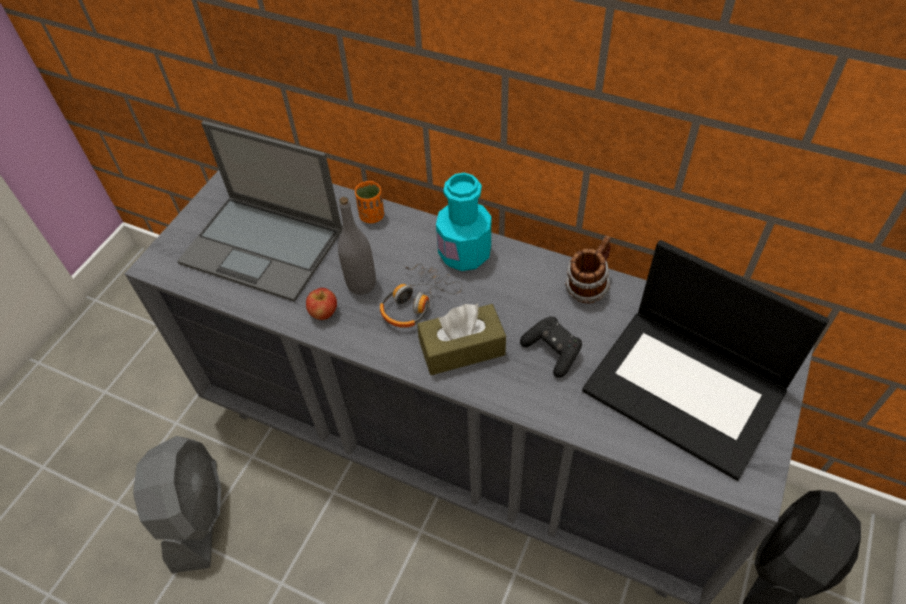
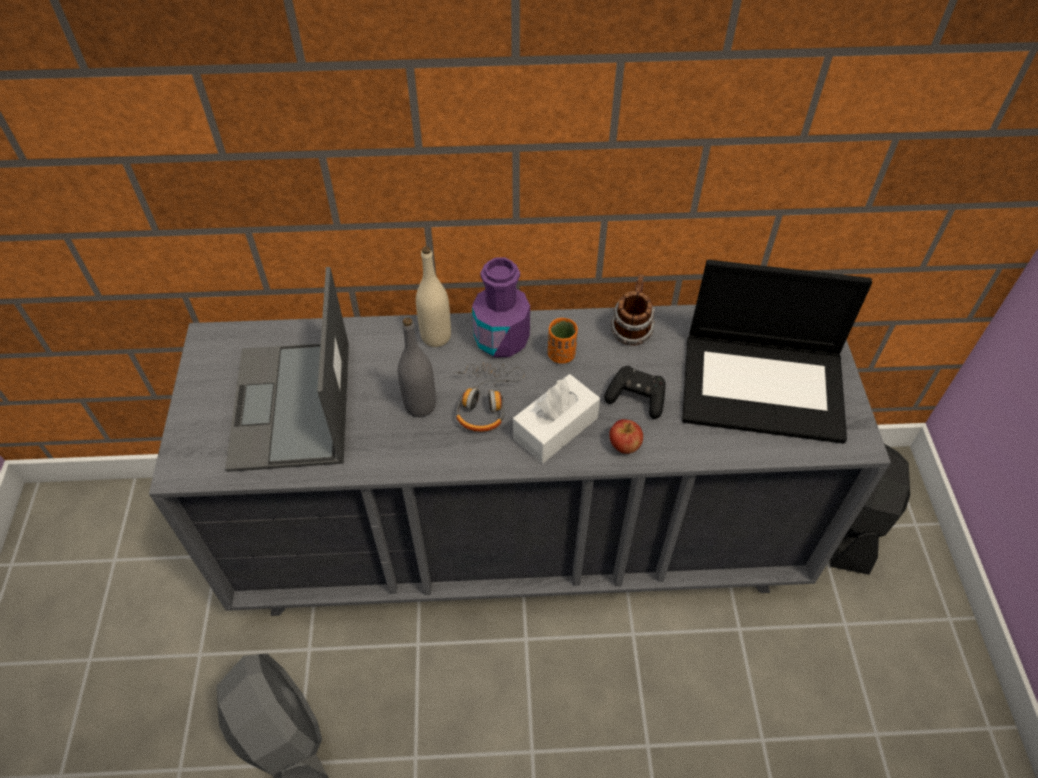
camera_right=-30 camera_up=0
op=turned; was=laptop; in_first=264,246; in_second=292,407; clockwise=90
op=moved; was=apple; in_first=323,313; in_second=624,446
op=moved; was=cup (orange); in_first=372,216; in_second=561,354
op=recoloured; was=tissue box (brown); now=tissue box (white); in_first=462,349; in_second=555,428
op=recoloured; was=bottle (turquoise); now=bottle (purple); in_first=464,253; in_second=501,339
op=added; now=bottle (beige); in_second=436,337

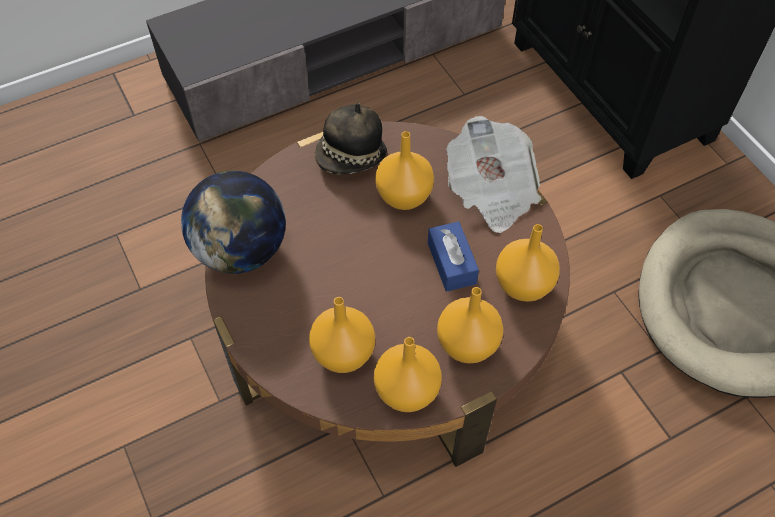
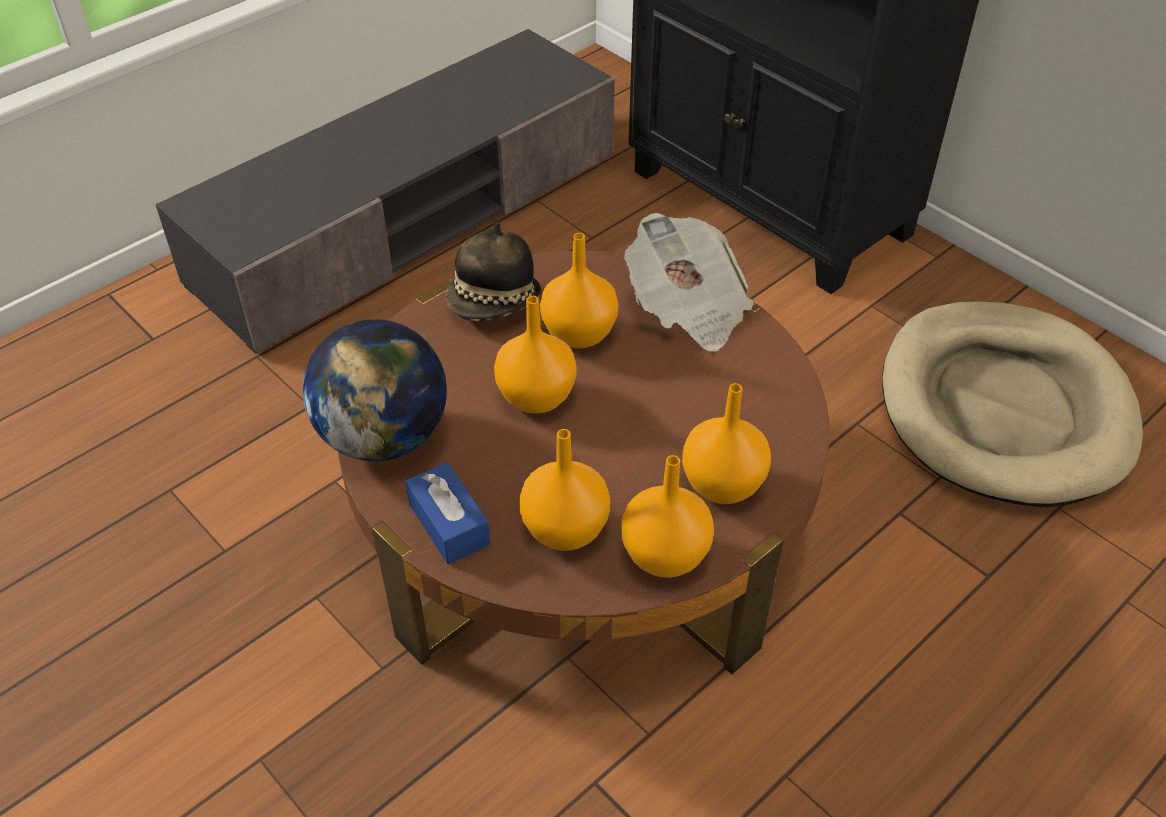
camera_right=-15 camera_up=-10
op=moved; was=tissue box (blue); in_first=451,263; in_second=449,524
op=moved; was=vase (orange); in_first=522,285; in_second=535,398

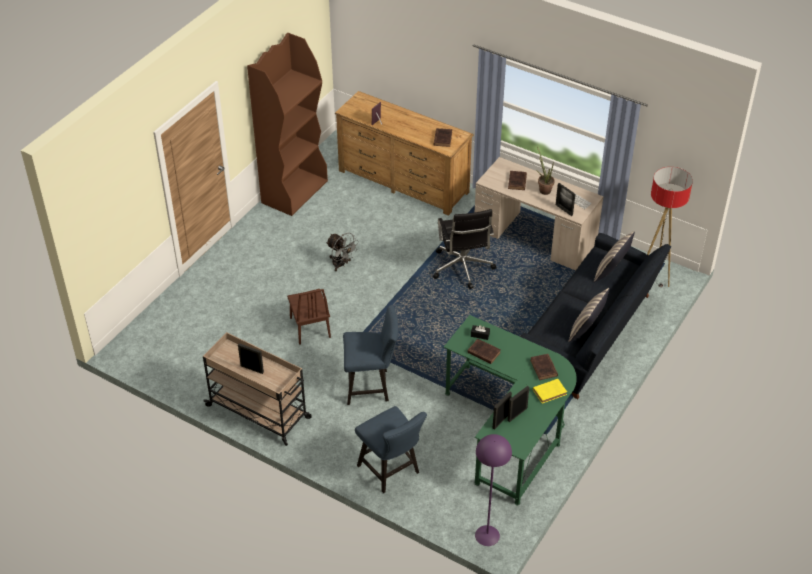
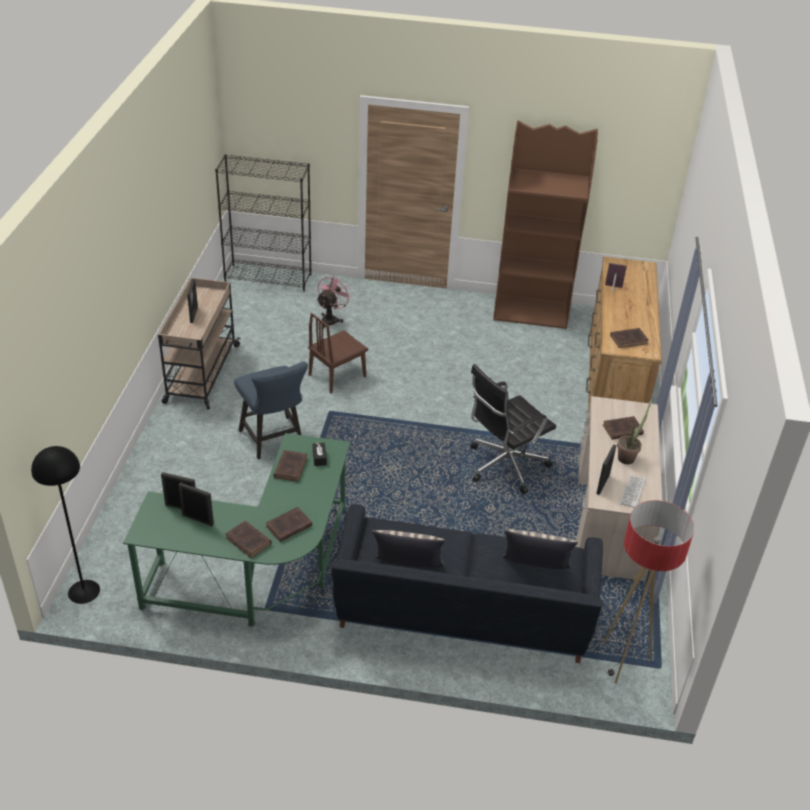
camera_right=65 camera_up=-5
op=removed; was=fan (grey); in_first=341,264
op=removed; was=chair (blue); in_first=391,471
op=recoloured; was=floor lamp (purple); now=floor lamp (black); in_first=487,535; in_second=83,591
op=recoloured; was=book (yellow); now=book (brown); in_first=550,392; in_second=249,541
op=added; now=bookcase (black); in_second=268,278
op=added; now=fan (pink); in_second=331,319

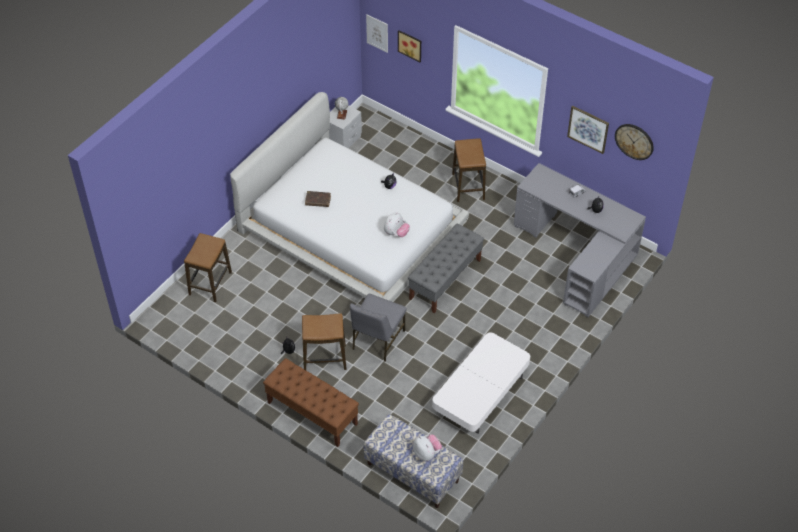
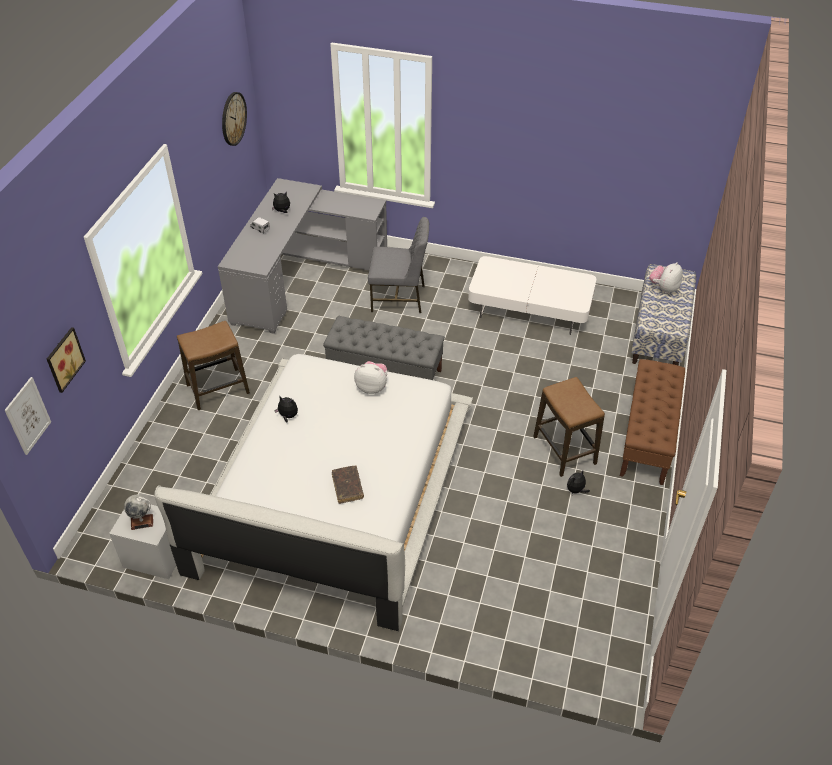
camera_right=-110 camera_up=-5
op=removed; was=stool; in_first=210,283
op=moved; was=chair (grey); in_first=377,340; in_second=399,298
op=removed; was=picture; in_first=588,129

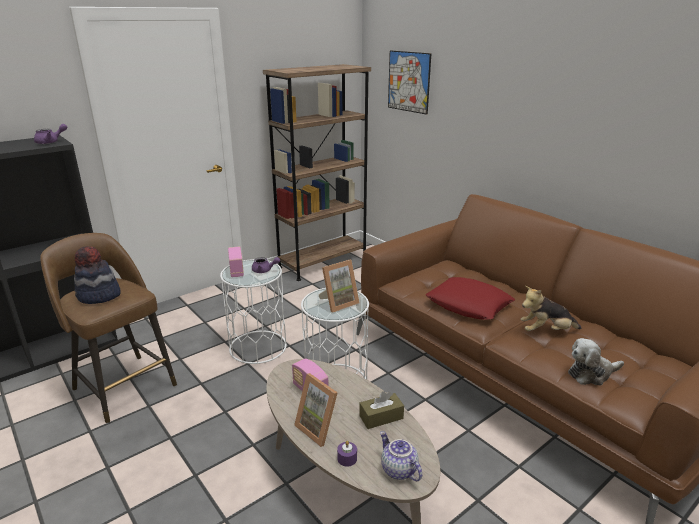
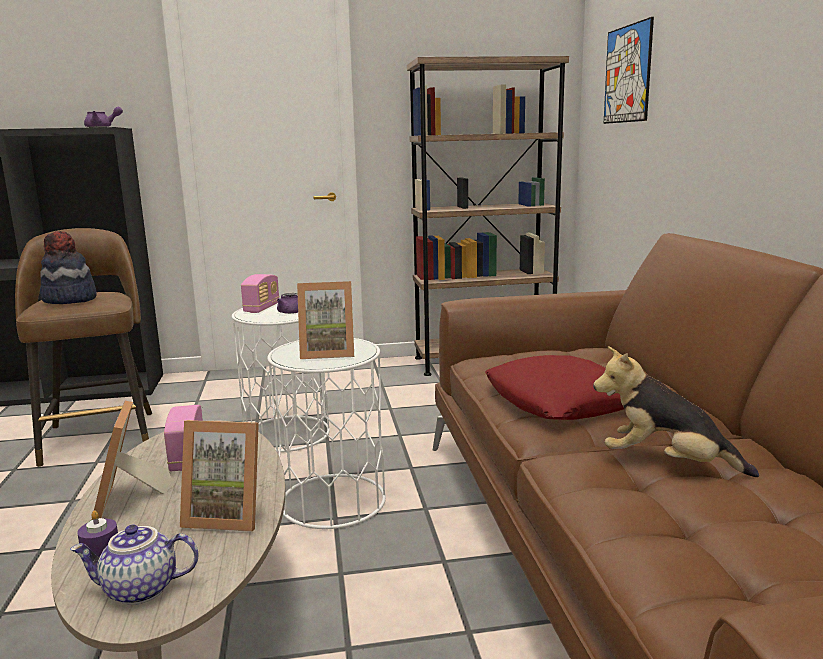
camera_right=30 camera_up=-10
op=replaced; was=tissue box (brown); now=picture frame; in_first=381,417; in_second=227,515
op=turned; was=teapot; in_first=398,470; in_second=139,590; clockwise=-90
op=removed; was=plush toy; in_first=591,374

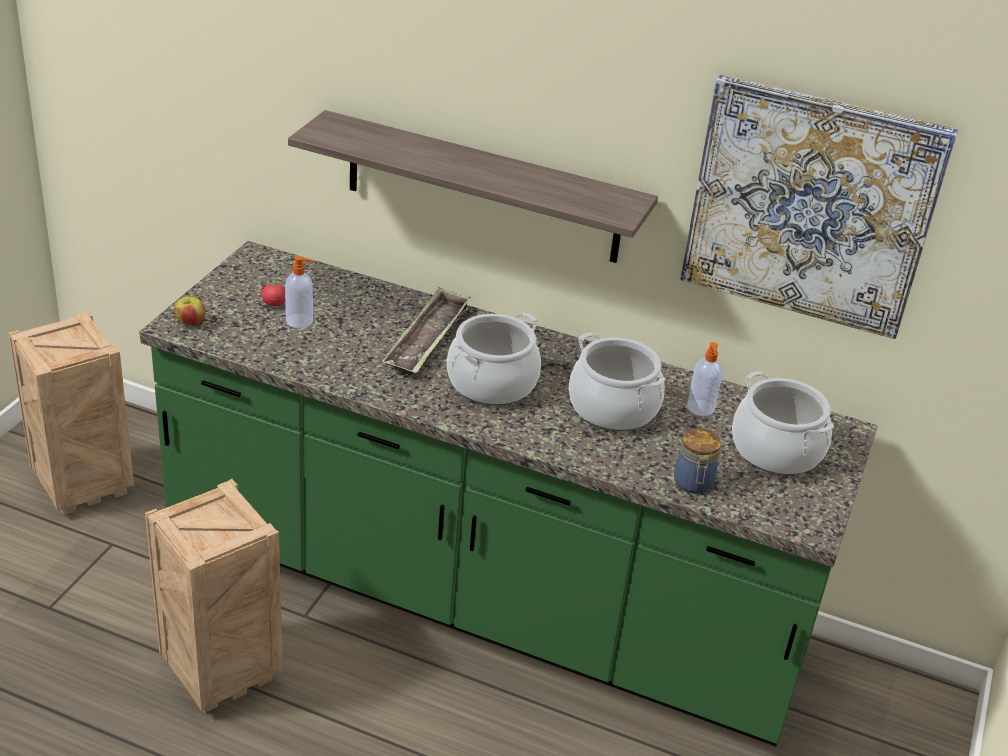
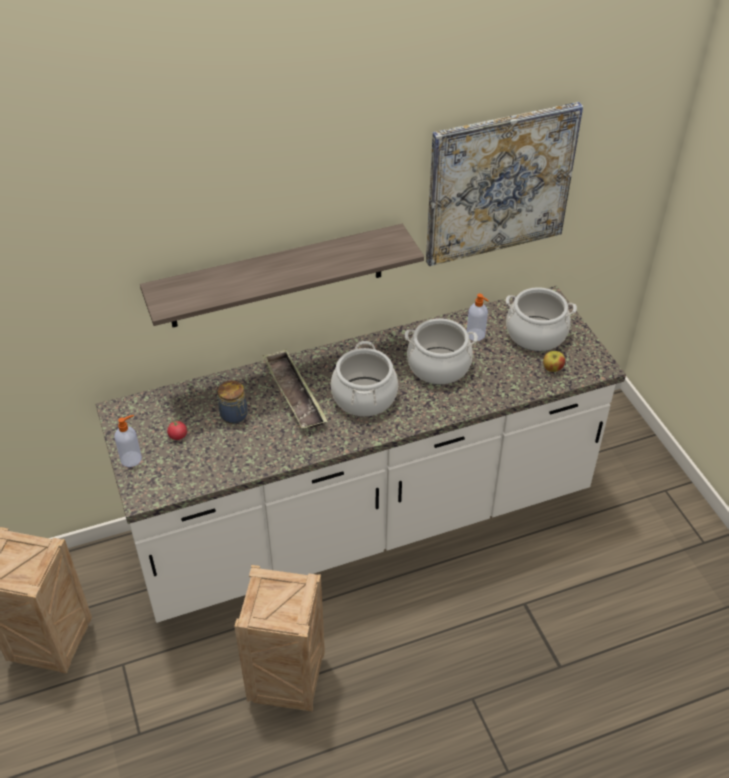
camera_right=-40 camera_up=10
op=recoloured; was=counter (green); now=counter (white); in_first=483,597; in_second=364,522
op=moved; was=apple; in_first=190,323; in_second=552,368
op=moved; was=soap dispenser; in_first=300,321; in_second=132,458
op=moved; was=jar; in_first=693,484; in_second=235,416

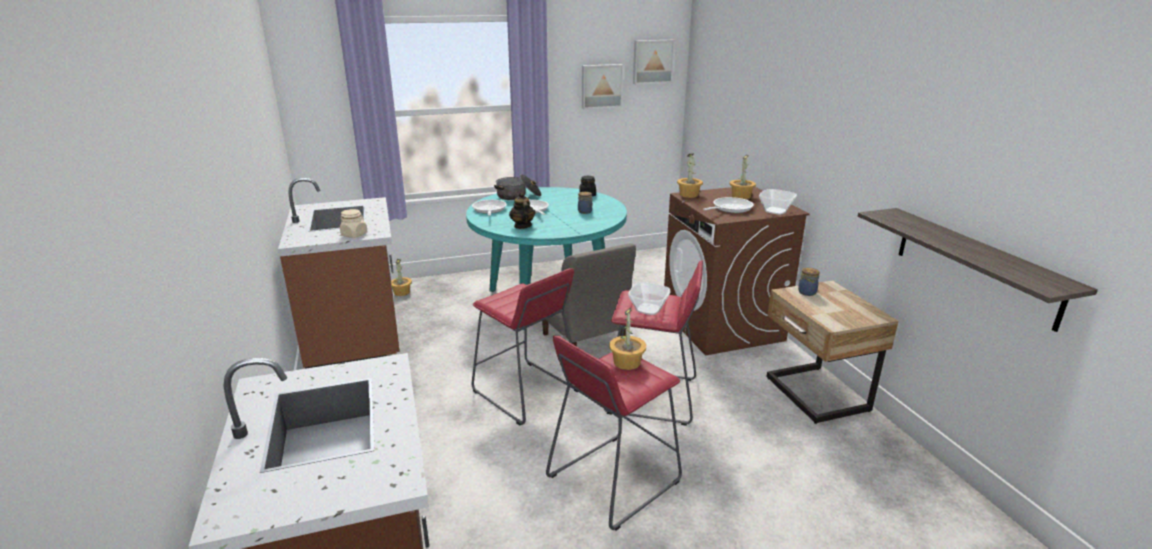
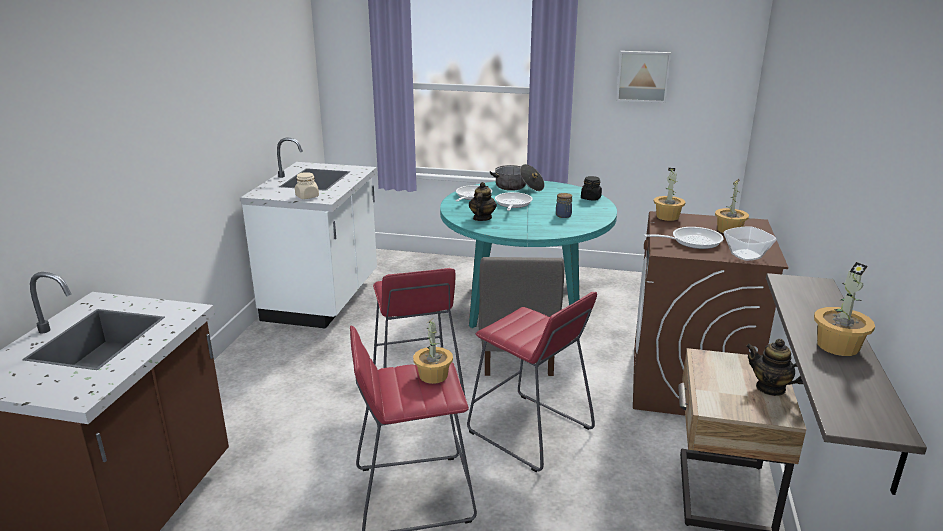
camera_right=30 camera_up=0
op=recoloured; was=counter (brown); now=counter (white); in_first=357,342; in_second=324,299
op=moved; was=potted plant; in_first=402,292; in_second=838,345
op=removed; was=bowl; in_first=648,309
op=removed; was=picture; in_first=652,61
op=removed; was=jar; in_first=807,292
op=added; now=teapot; in_second=771,388

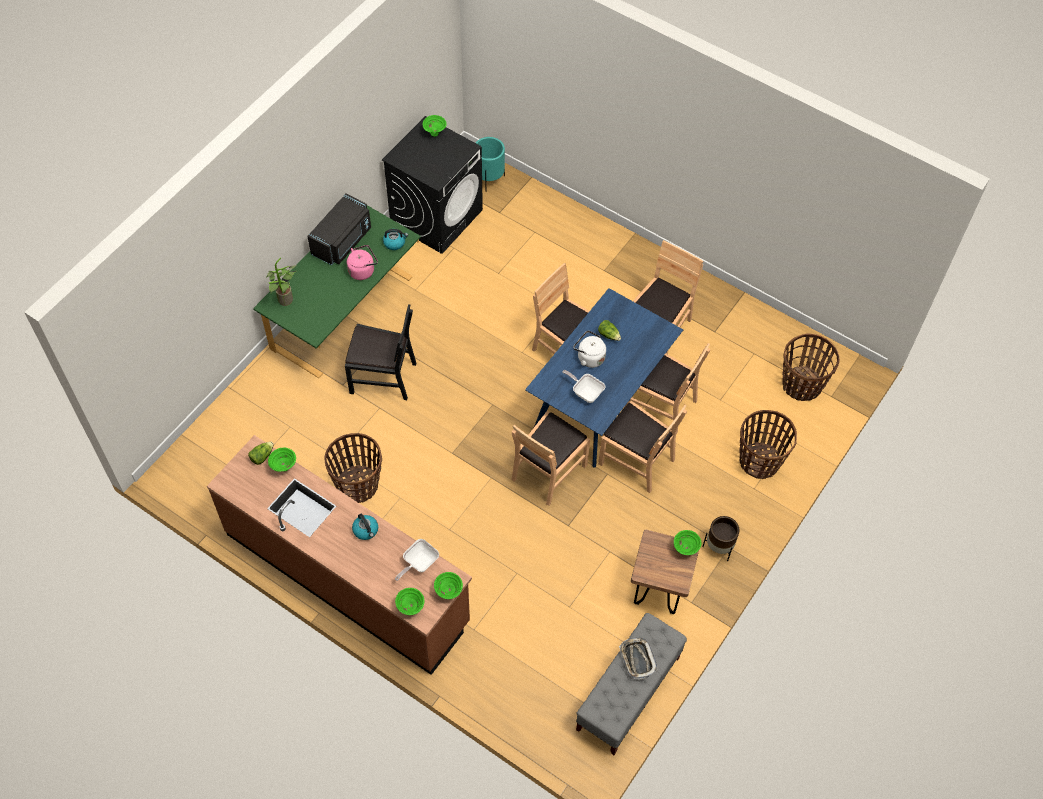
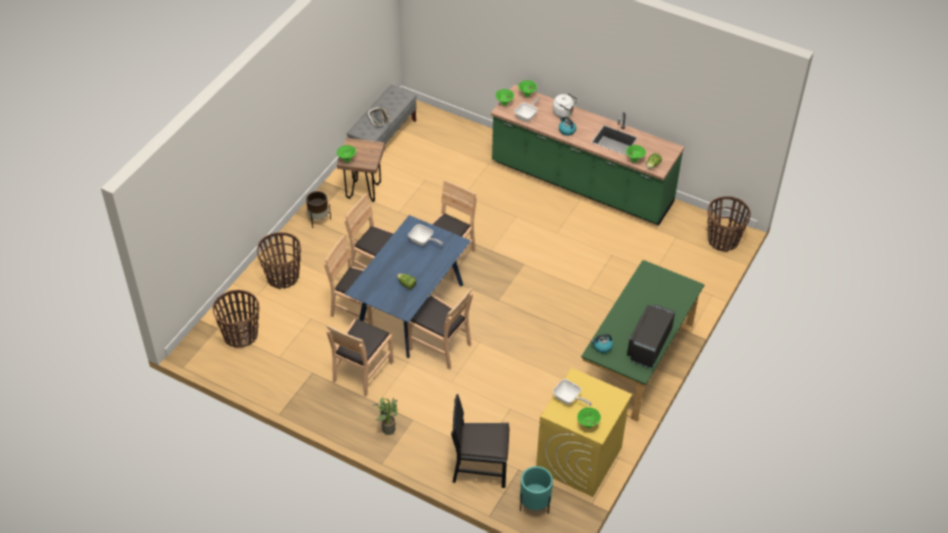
camera_right=175 camera_up=-10
op=recoloured; was=counter (brown); now=counter (green); in_first=347,577; in_second=581,184
op=moved; was=potted plant; in_first=285,302; in_second=388,428
op=moved; was=basket; in_first=357,484; in_second=723,240
op=moved; was=chair (black); in_first=383,377; in_second=480,466
op=removed; was=kettle (pink); in_first=363,270
op=recoloured; was=washing machine (black); now=washing machine (yellow); in_first=436,216; in_second=579,459
op=moved; was=kettle (white); in_first=589,357; in_second=564,113
op=added; now=frying pan; in_second=568,399

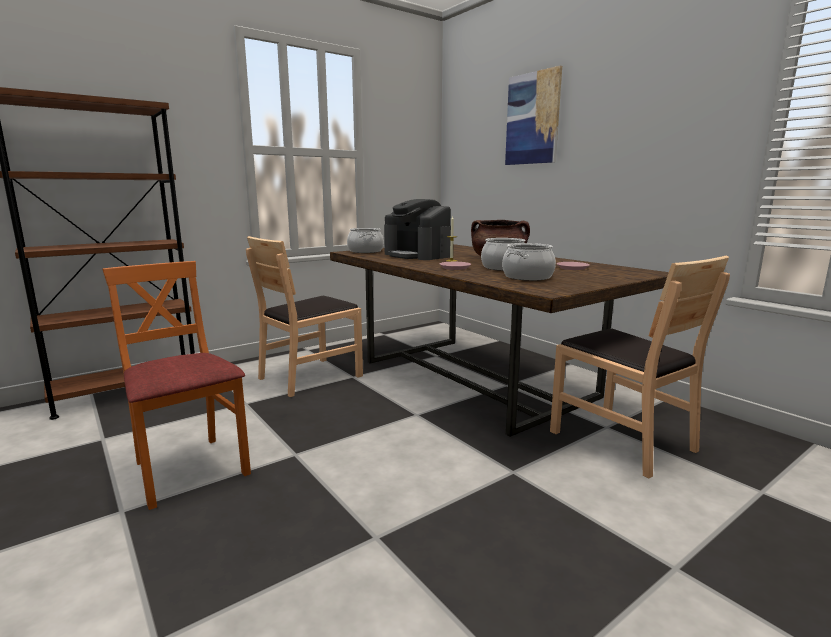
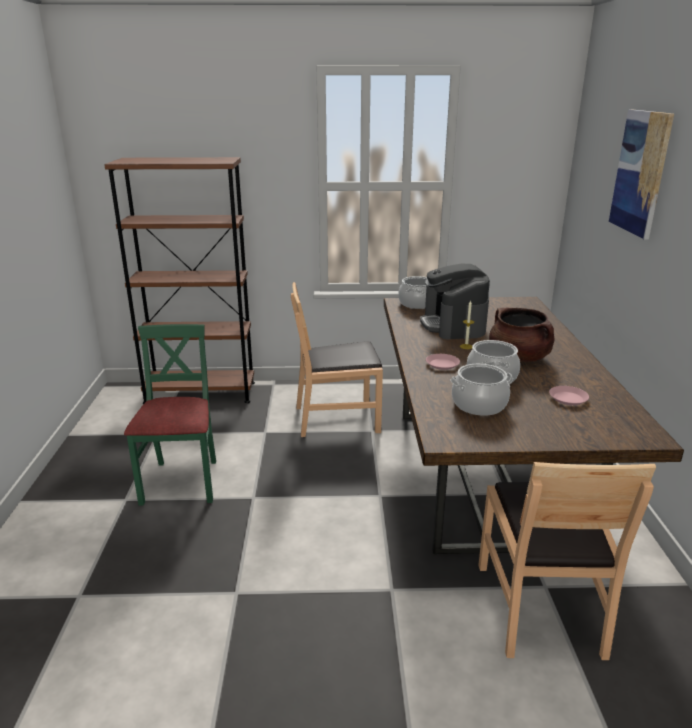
camera_right=35 camera_up=10
op=recoloured; was=chair (orange); now=chair (green); in_first=189,469; in_second=182,482

